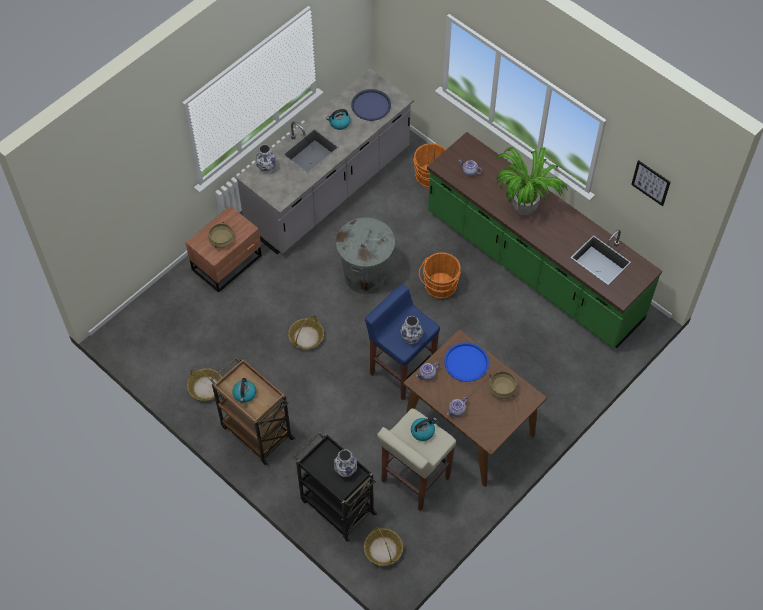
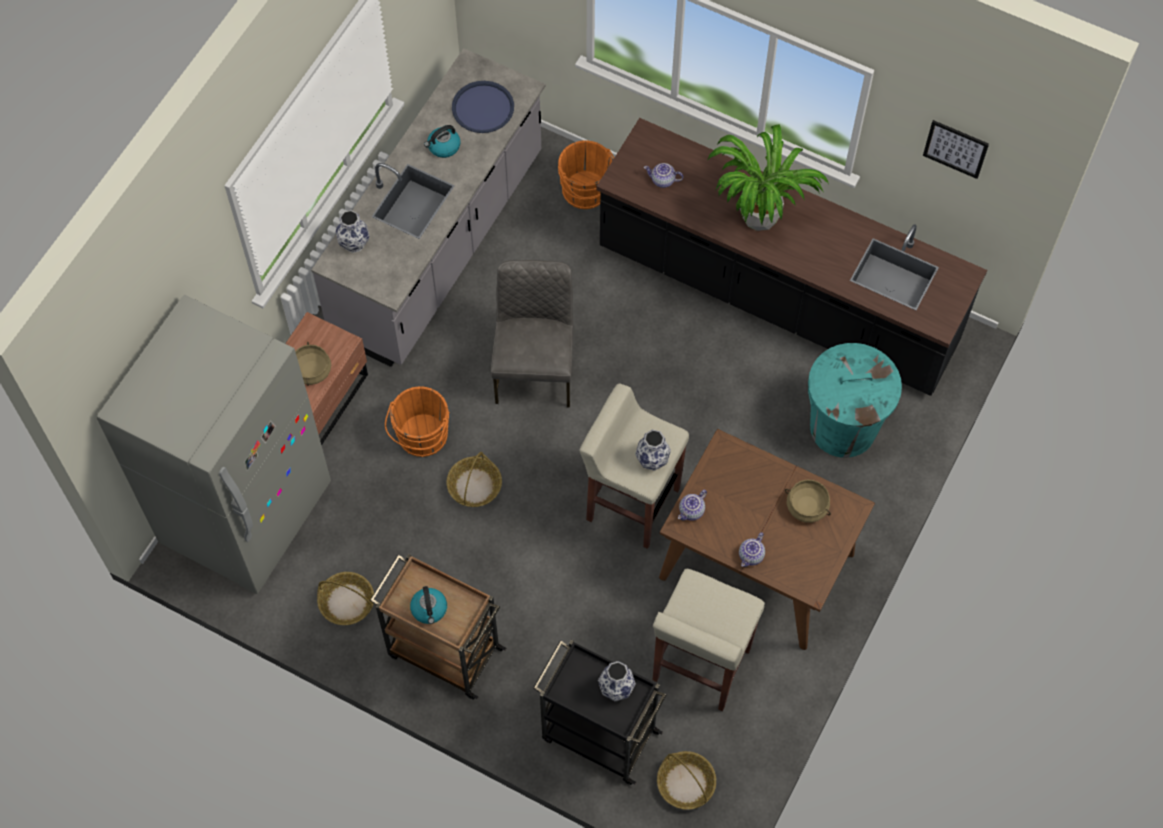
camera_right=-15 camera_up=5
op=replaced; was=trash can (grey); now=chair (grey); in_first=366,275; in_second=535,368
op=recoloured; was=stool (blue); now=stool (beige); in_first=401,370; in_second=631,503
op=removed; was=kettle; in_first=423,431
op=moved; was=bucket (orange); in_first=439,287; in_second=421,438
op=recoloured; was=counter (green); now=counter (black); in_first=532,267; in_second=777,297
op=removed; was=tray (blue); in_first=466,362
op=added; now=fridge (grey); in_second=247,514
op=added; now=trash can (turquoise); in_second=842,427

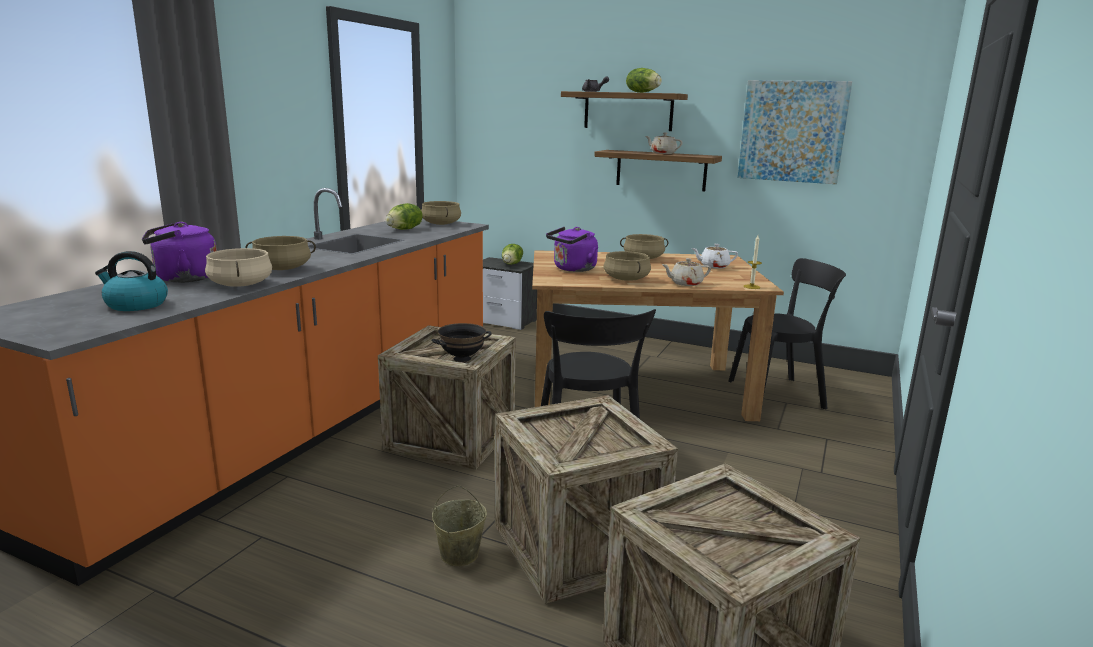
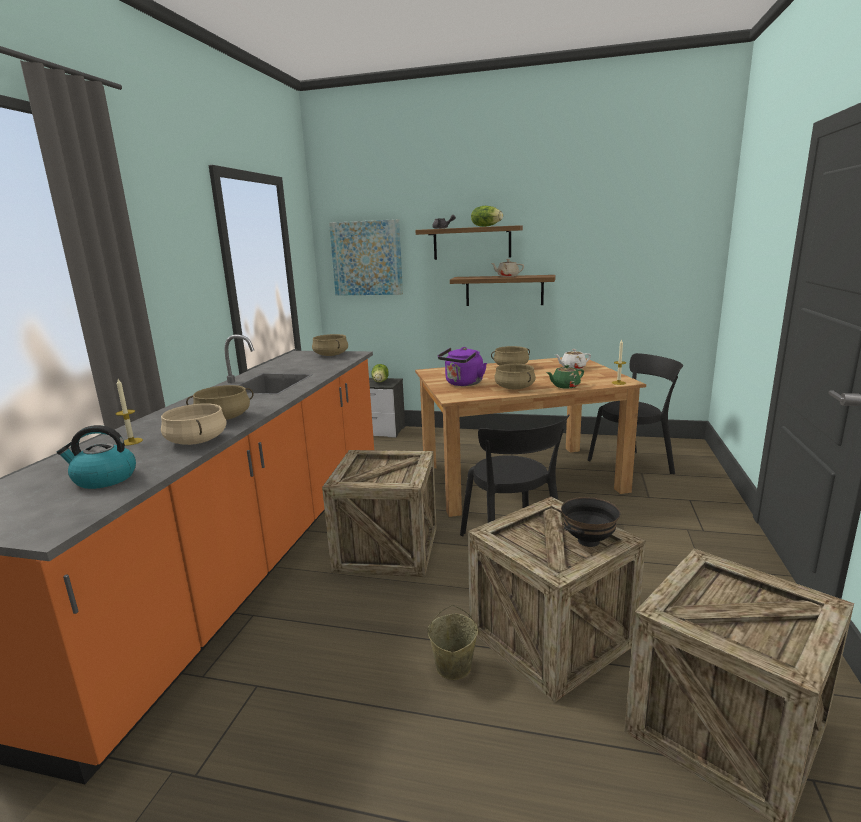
camera_right=-10 camera_up=0
op=replaced; was=kettle (purple); now=candle; in_first=183,278; in_second=131,441
op=removed; was=lettuce; in_first=405,229
op=moved; was=bowl (black); in_first=462,359; in_second=589,541
op=recoloured; was=teapot (beige); now=teapot (green); in_first=685,283; in_second=565,386
op=moved; was=picture; in_first=792,131; in_second=367,258

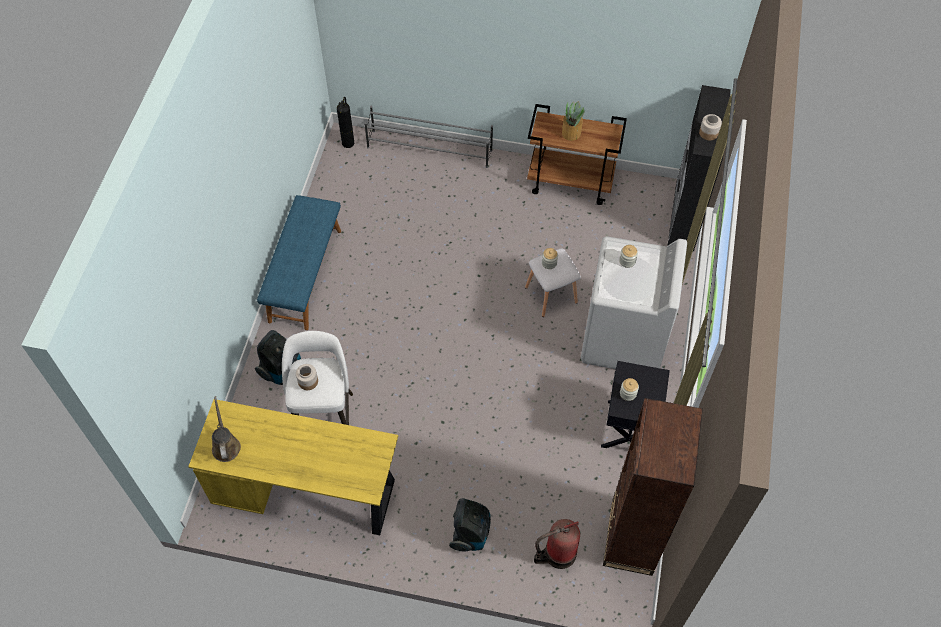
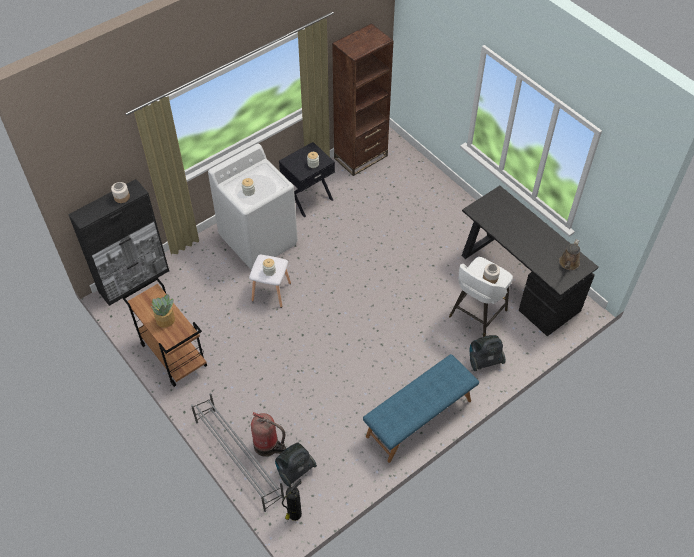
camera_right=-140 camera_up=-5
op=recoloured; was=desk (yellow); now=desk (black); in_first=307,491; in_second=517,281
op=moved; was=vacuum cleaner; in_first=470,533; in_second=294,470
op=moved; was=fire extinguisher; in_first=557,554; in_second=268,446

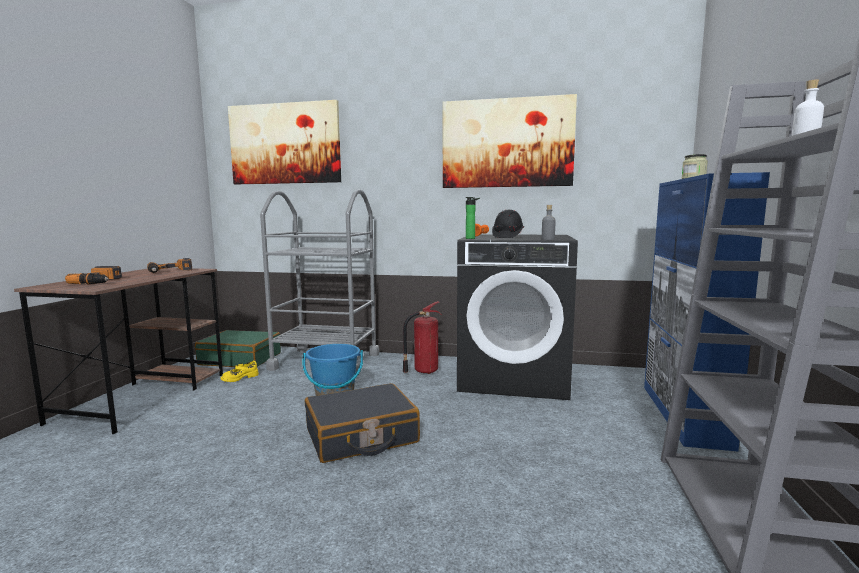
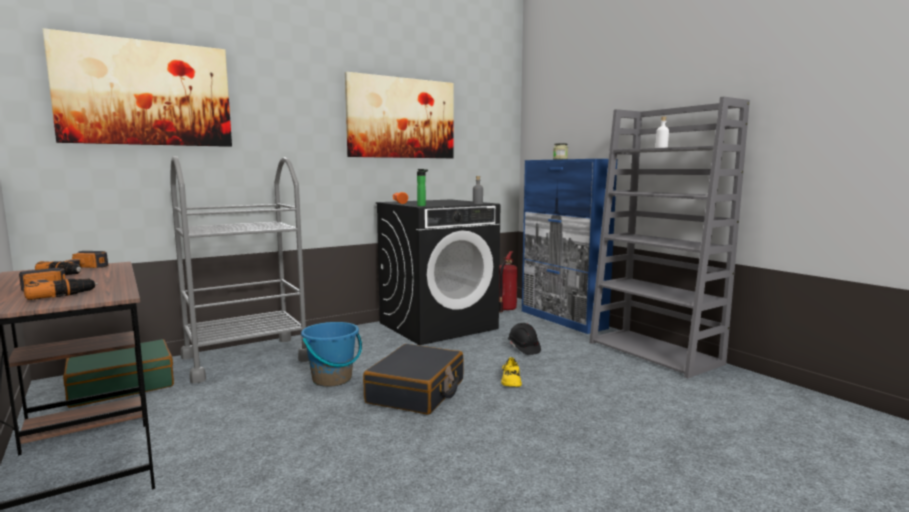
camera_right=-45 camera_up=0
op=moved; was=shoe (yellow); in_first=239,378; in_second=511,381
op=moved; was=fire extinguisher; in_first=424,371; in_second=506,309
op=moved; was=hard hat (black); in_first=507,237; in_second=523,348

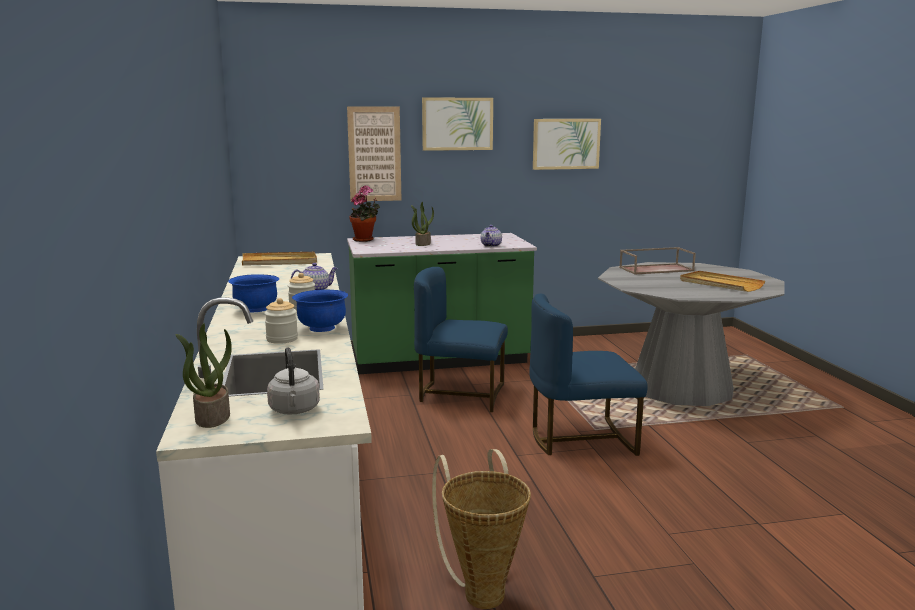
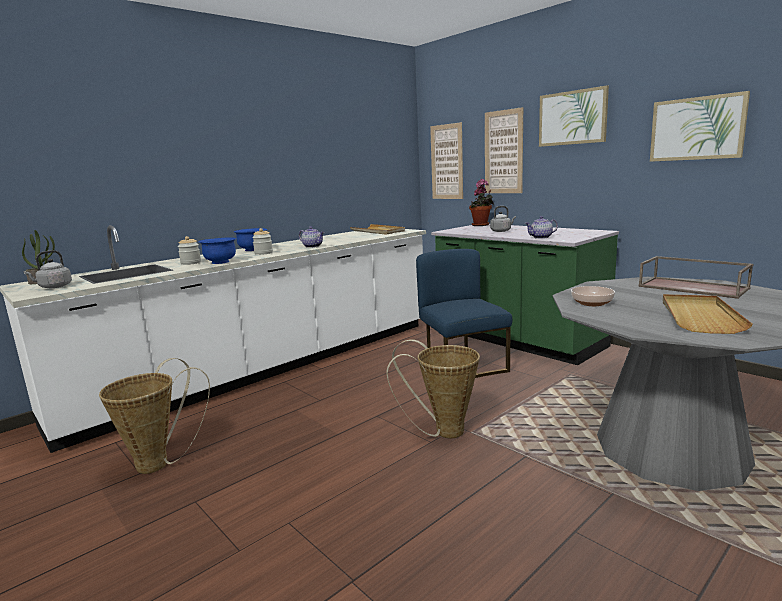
camera_right=60 camera_up=0
op=replaced; was=potted plant; now=kettle (grey); in_first=422,244; in_second=501,231
op=replaced; was=chair (blue); now=basket; in_first=581,439; in_second=442,431
op=added; now=picture; in_second=447,162
op=added; now=bowl; in_second=592,303

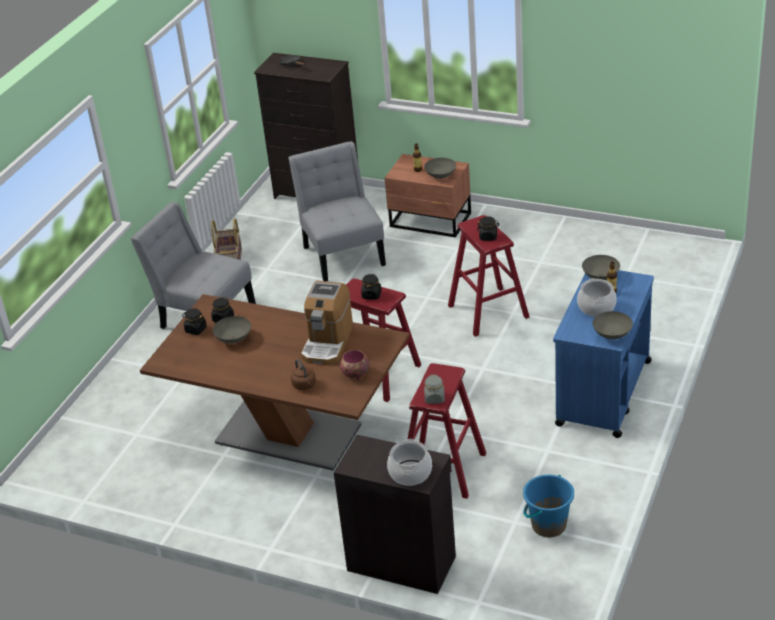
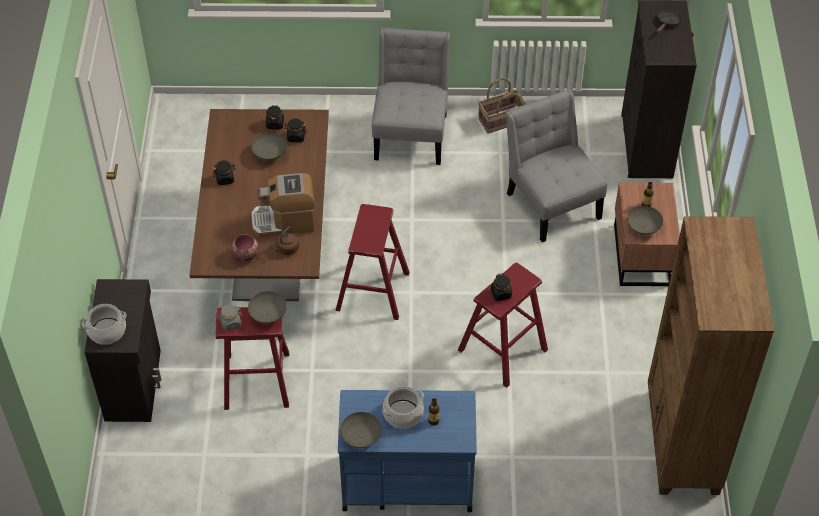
camera_right=65 camera_up=15
op=turned; was=chair (grey); in_first=343,253; in_second=551,202; clockwise=-75
op=moved; was=kettle (brown); in_first=305,386; in_second=287,249
op=moved; was=jar (black); in_first=371,295; in_second=225,179
op=removed; was=bucket (blue); in_first=548,525
op=moved; was=bowl (grey); in_first=600,276; in_second=268,315
op=added; now=bookcase (brown); in_second=682,443

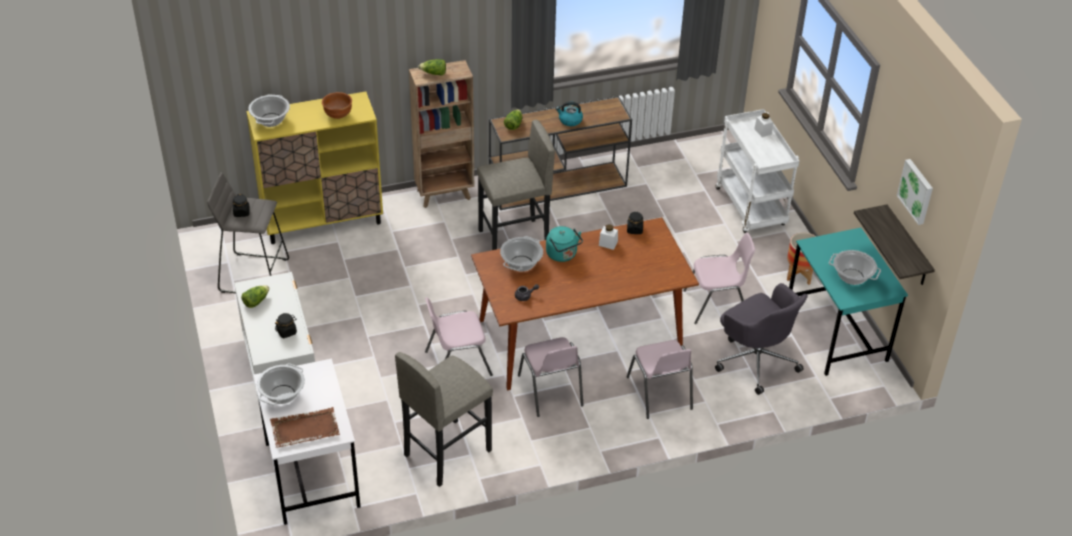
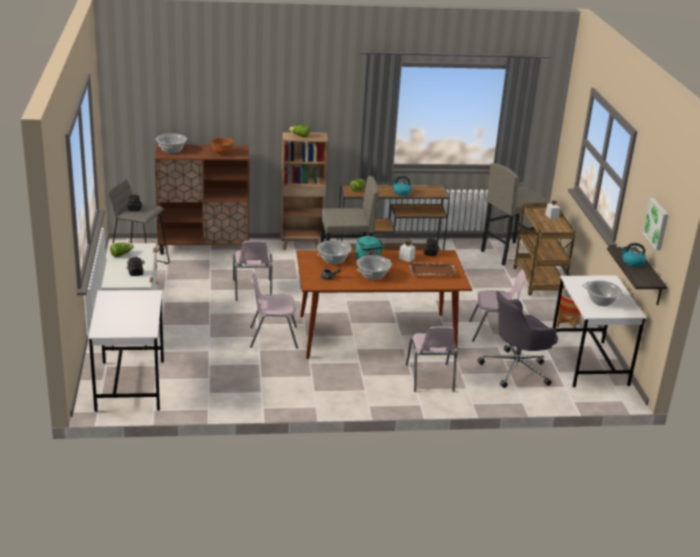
camera_right=10 camera_up=-15
op=recoloured; was=cabinet (yellow); now=cabinet (brown); in_first=323,221; in_second=204,247
op=moved; was=cooking pot; in_first=282,394; in_second=373,275
op=moved; was=tray (brown); in_first=304,429; in_second=431,271
op=moved; was=stool (grey); in_first=447,452; in_second=508,253
op=moved; was=chair (pink); in_first=551,391; in_second=252,290
op=turned; was=office chair (grey); in_first=756,360; in_second=516,369; clockwise=90
op=recoloured; was=cart (white); now=cart (brown); in_first=751,208; in_second=539,282
op=recoloured; was=desk (turquoise); now=desk (white); in_first=836,335; in_second=589,364
op=added; now=kettle; in_second=632,262

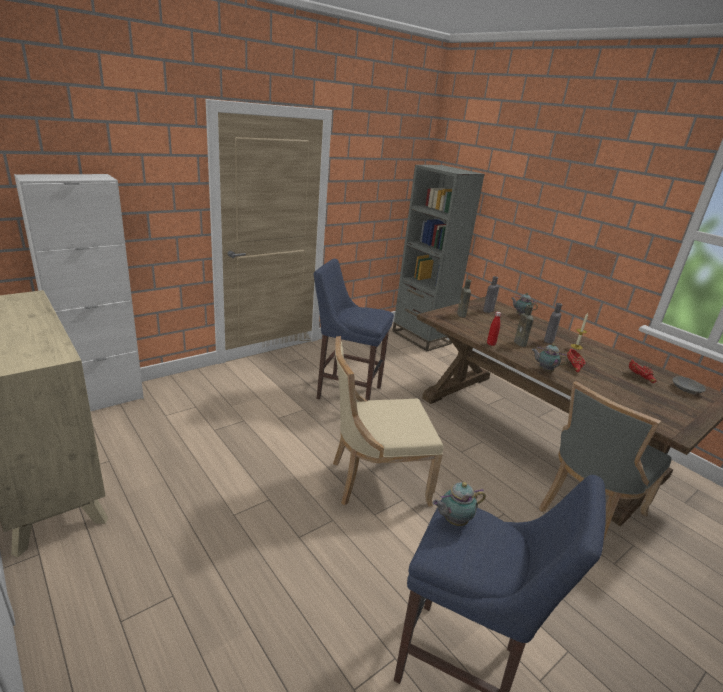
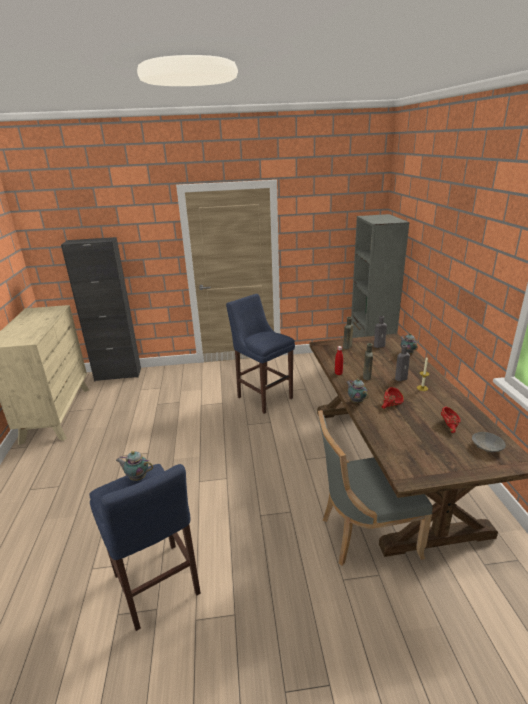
camera_right=35 camera_up=0
op=recoloured; was=cabinet (white); now=cabinet (black); in_first=103,400; in_second=118,374
op=removed; was=chair (beige); in_first=375,480

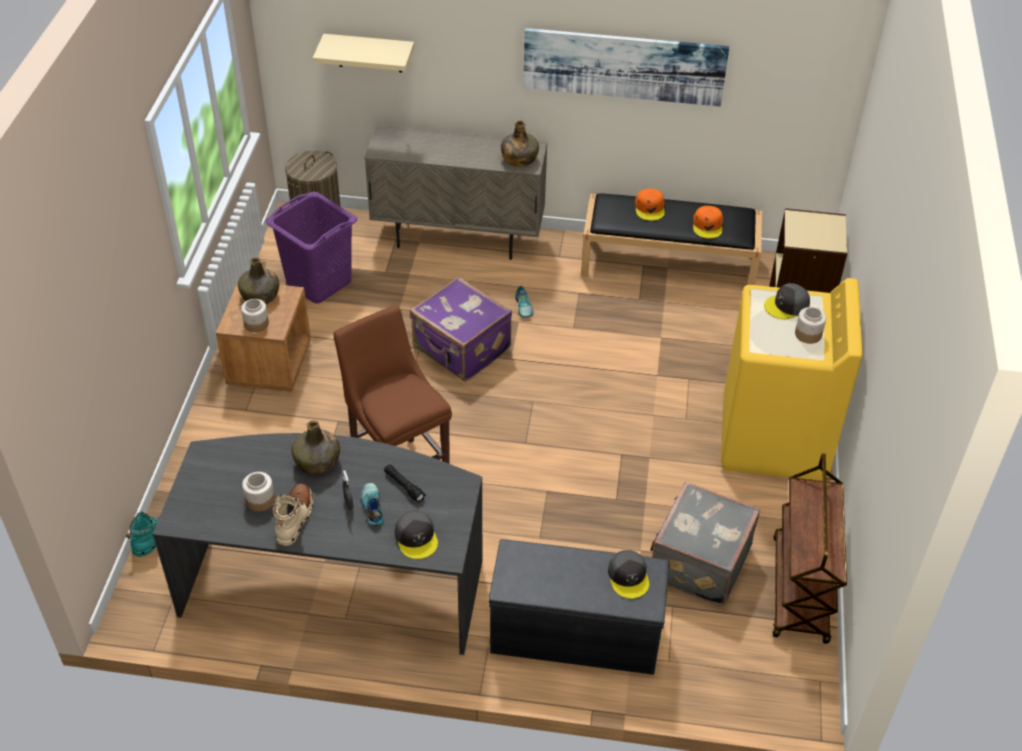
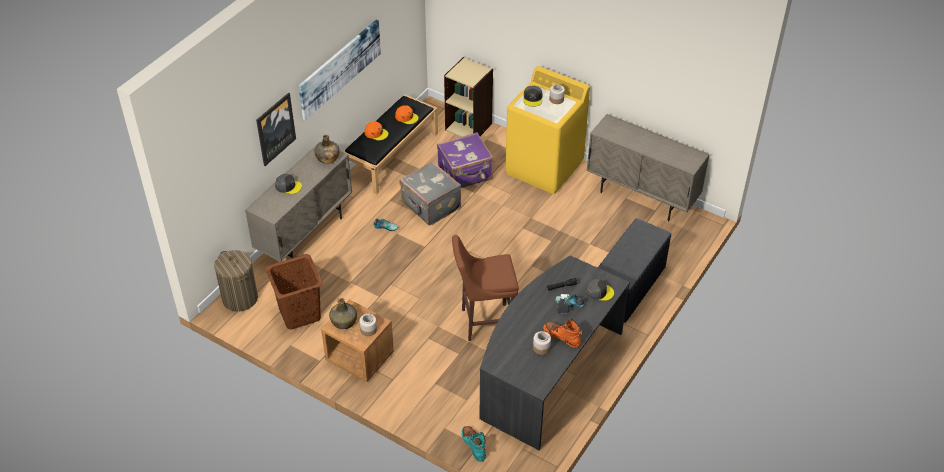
camera_right=-65 camera_up=0
op=recoloured; was=laundry basket (purple); now=laundry basket (brown); in_first=319,282; in_second=299,313
op=recoloured; was=boot (beige); now=boot (orange); in_first=295,518; in_second=562,336
op=removed; was=bottle (green); in_first=318,462
op=removed; was=shelf (beige); in_first=369,53
op=moved; was=suitcase (purple); in_first=461,350; in_second=465,174
op=moved; was=cap (grey); in_first=628,577; in_second=288,186
op=moved; was=suitcase (grey); in_first=698,562; in_second=430,206
op=replaced; was=cart (brown); now=cabinet (beige); in_first=800,590; in_second=641,198
op=added; now=picture; in_second=275,129

